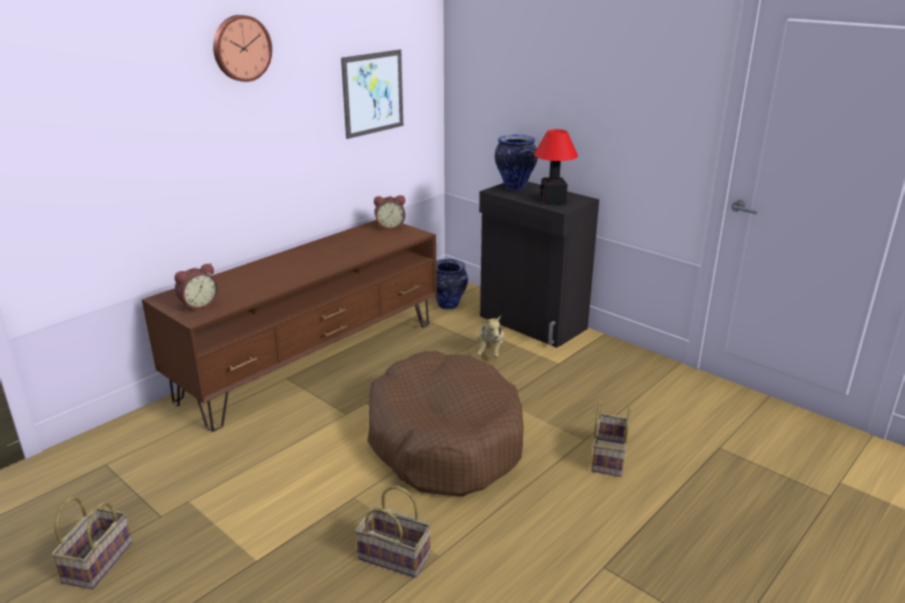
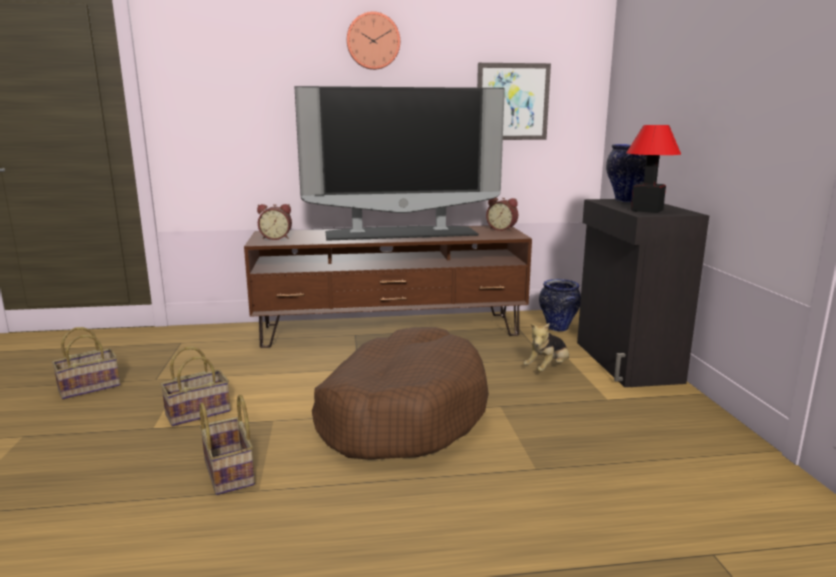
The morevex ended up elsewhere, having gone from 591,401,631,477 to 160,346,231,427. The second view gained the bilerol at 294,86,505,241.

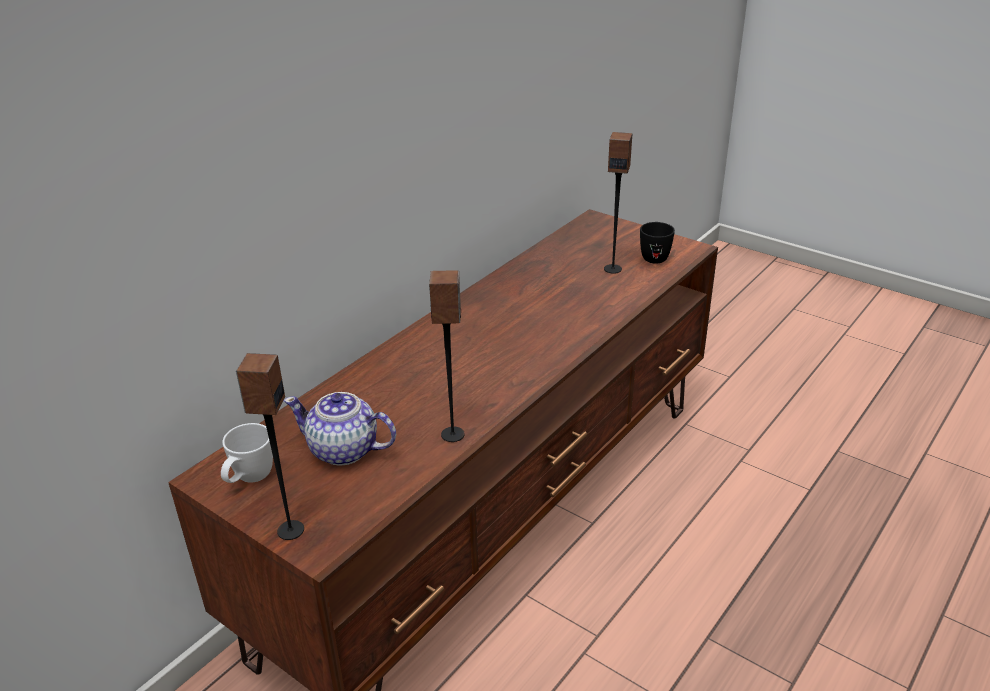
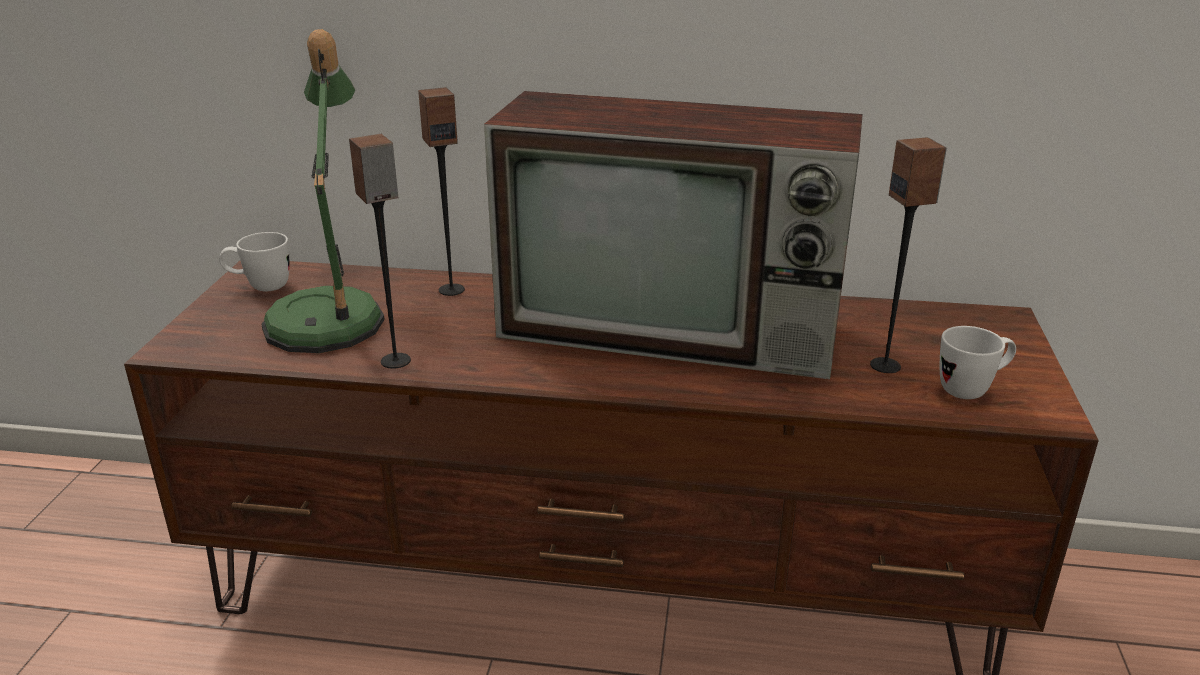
What was the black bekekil at 640,222,675,264 turned into the white bekekil at 940,326,1016,399. The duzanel ended up elsewhere, having gone from 236,353,304,540 to 418,87,465,296. Where the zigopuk stood at 284,392,396,466, the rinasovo came to stand at 261,29,385,353. The second view gained the bilerol at 484,91,863,379.

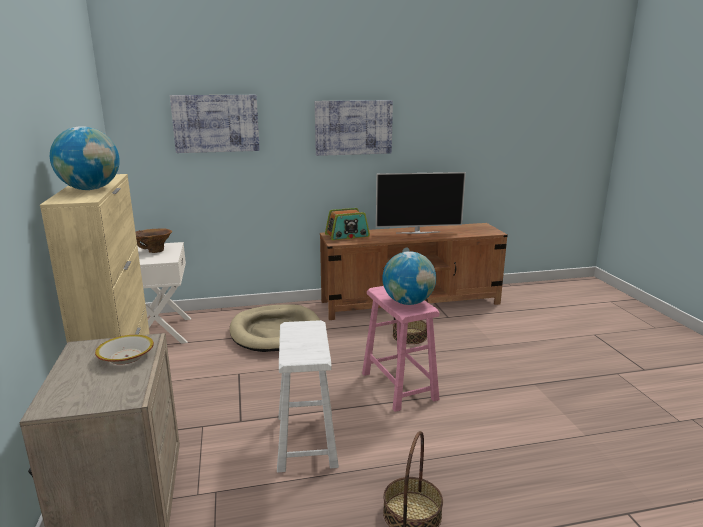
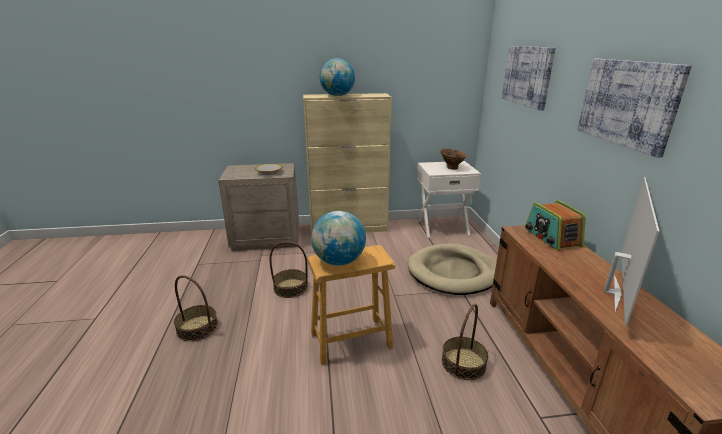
The bilerol at 376,172,466,234 ended up facing another way, 150 degrees counterclockwise from before. What was the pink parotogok at 362,286,440,412 turned into the brown parotogok at 307,245,395,365. Where the white parotogok stood at 277,320,339,472, the morevex came to stand at 269,242,308,298.

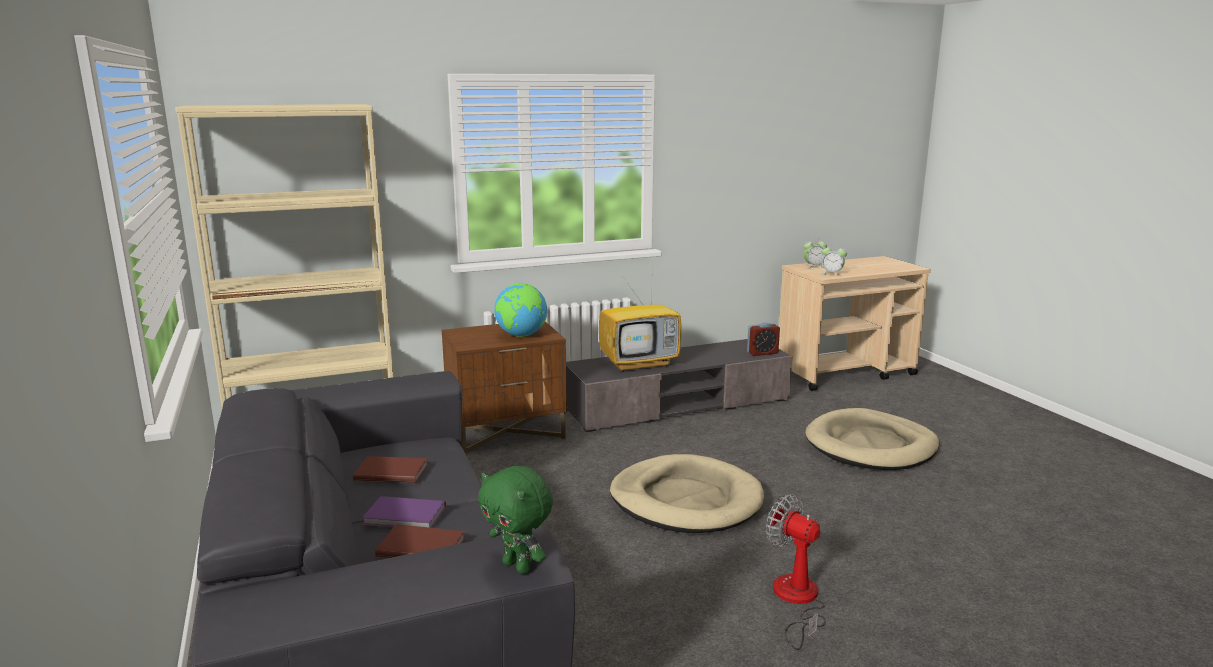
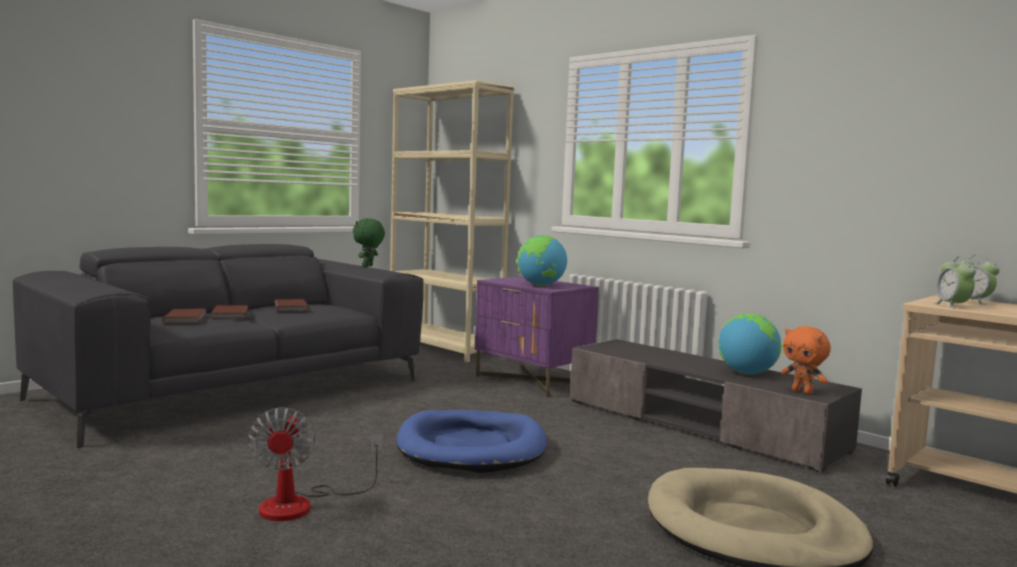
The second view lost the bilerol at 599,281,681,372. What was the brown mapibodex at 442,322,567,454 turned into the purple mapibodex at 475,276,599,397. Where the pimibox stood at 747,322,780,356, the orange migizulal came to stand at 781,326,831,394. What was the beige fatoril at 610,454,764,533 turned into the blue fatoril at 396,410,547,473. The green migizulal ended up elsewhere, having gone from 478,466,553,574 to 353,218,385,267. The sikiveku at 766,494,826,650 ended up facing another way, 150 degrees clockwise from before. What was the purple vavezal at 362,496,446,528 turned into the brown vavezal at 211,305,248,319. The second view gained the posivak at 719,314,782,375.

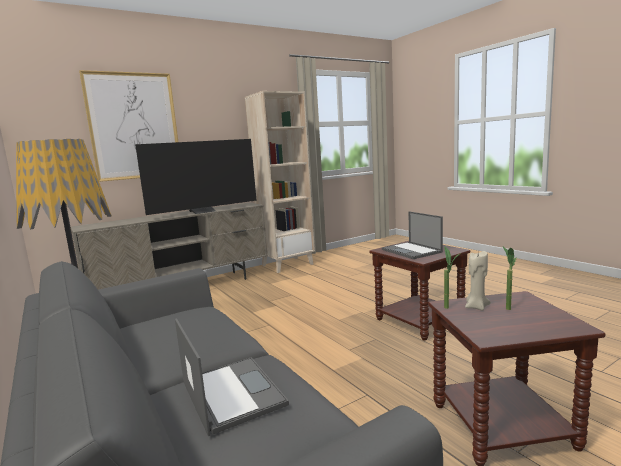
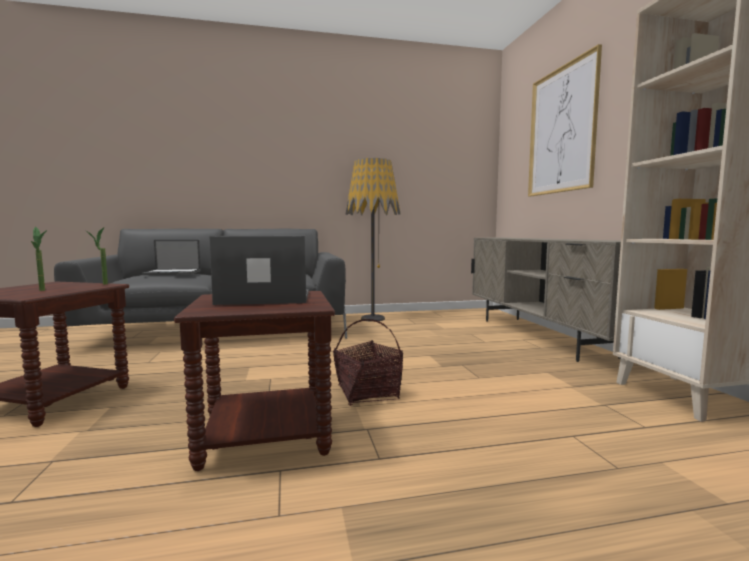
The second view lost the bilerol at 135,139,257,215. The second view lost the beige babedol at 465,251,491,311. The second view gained the morevex at 333,319,403,406.

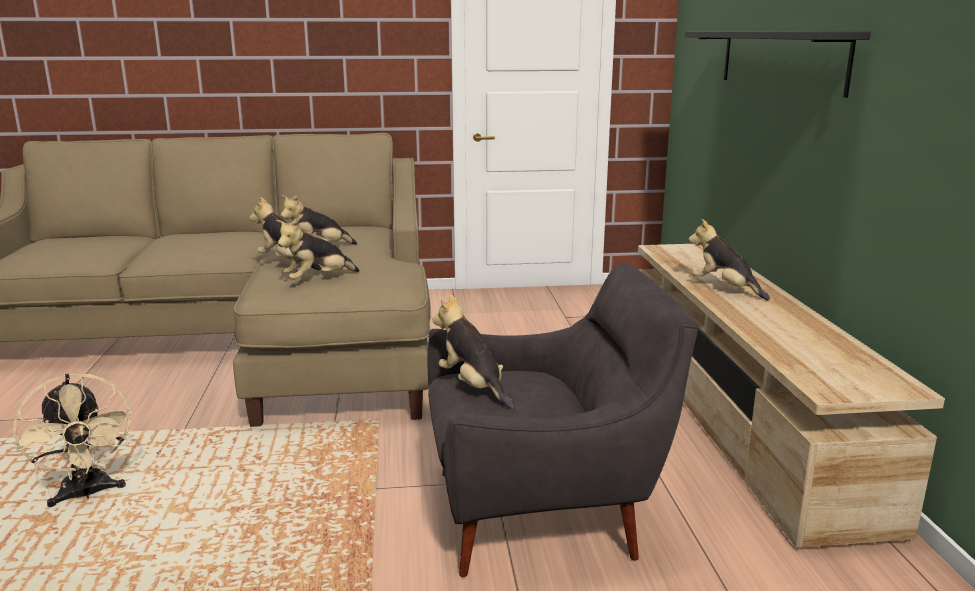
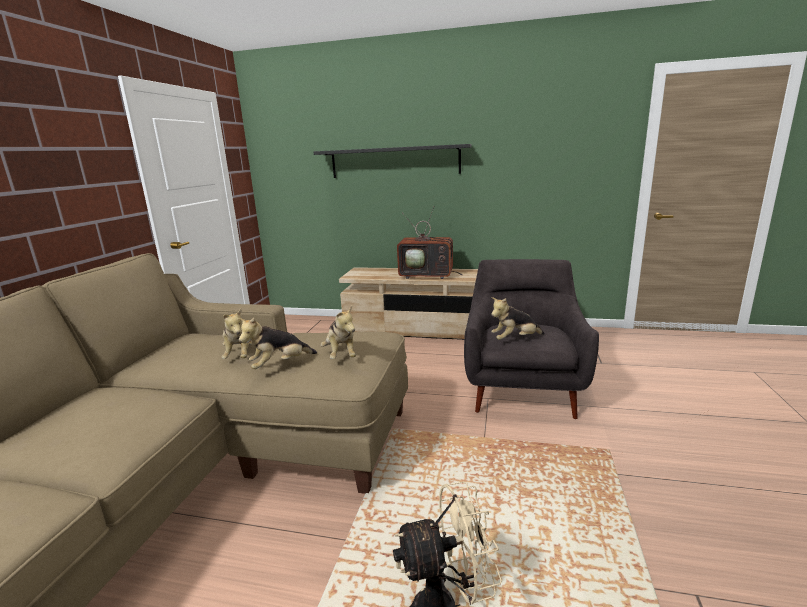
Where the migizulal stood at 689,219,770,300, the bilerol came to stand at 397,207,463,279.

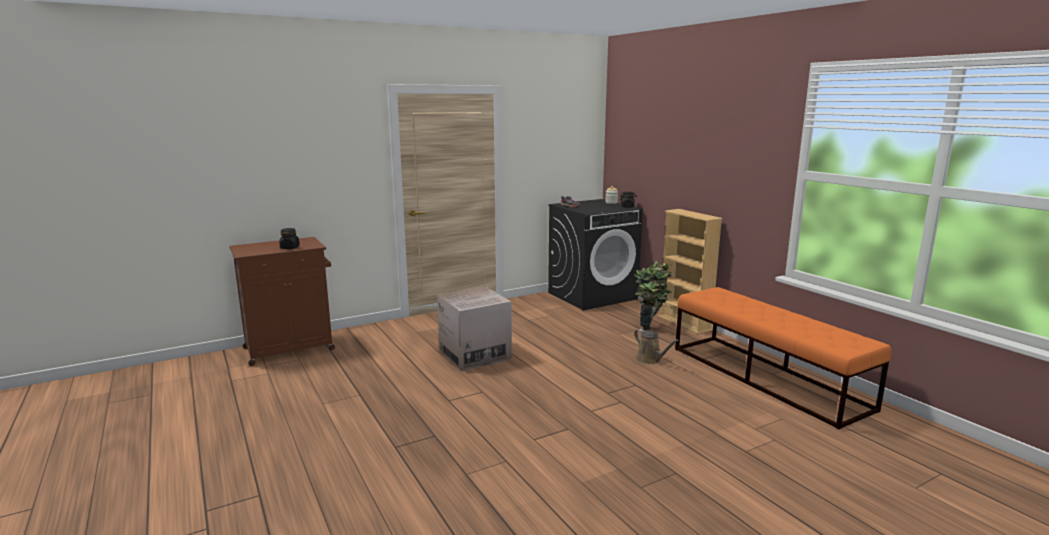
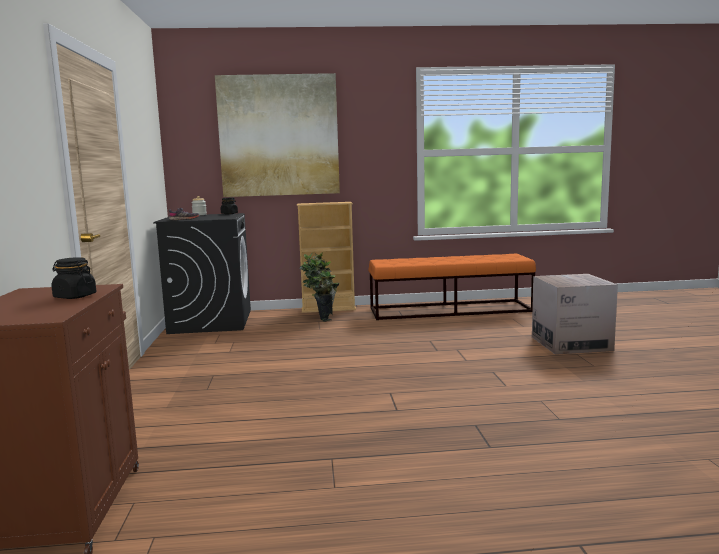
The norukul ended up elsewhere, having gone from 437,287,512,371 to 532,274,618,355. The second view lost the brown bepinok at 634,329,679,364. The second view gained the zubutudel at 215,73,340,197.

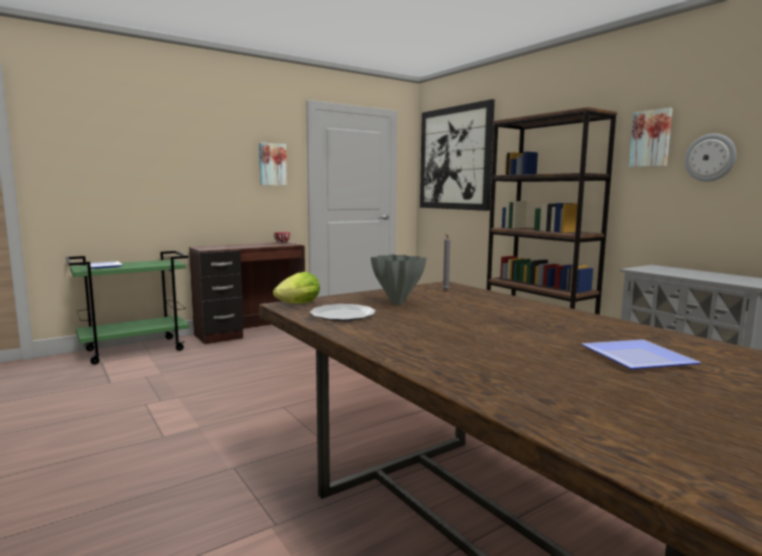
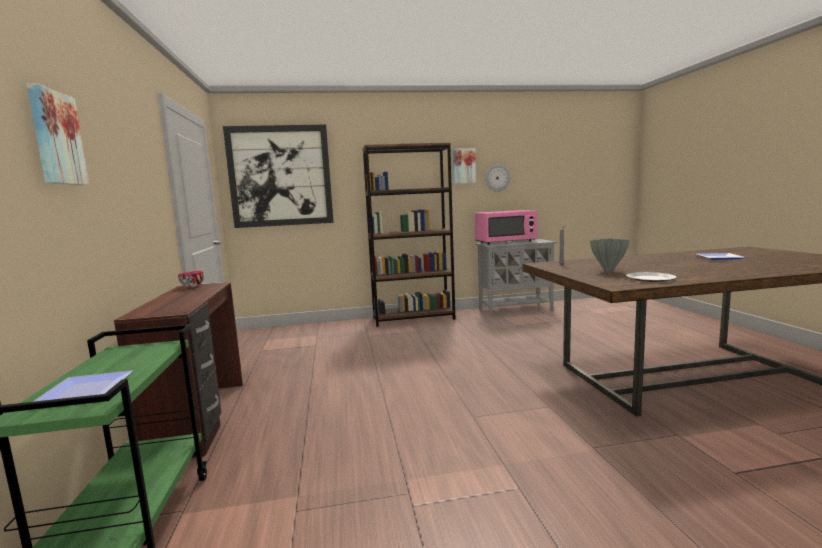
The zubutudel ended up elsewhere, having gone from 259,142,287,185 to 27,83,89,185. The second view lost the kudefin at 273,272,320,304. The second view gained the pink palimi at 475,210,537,245.

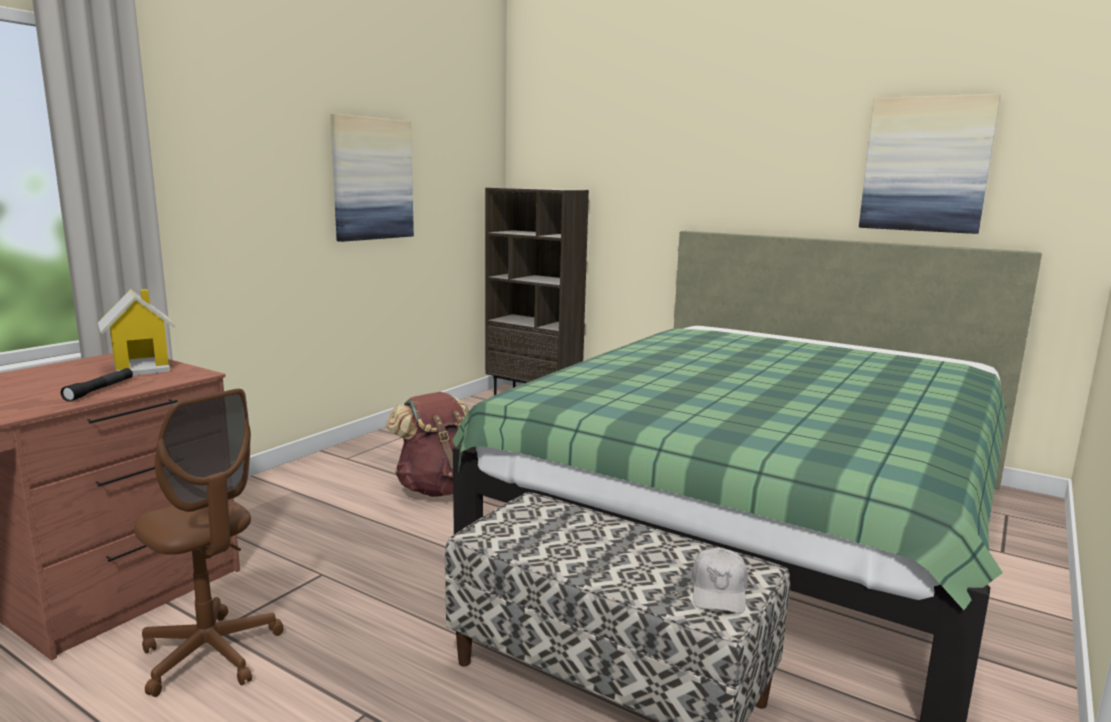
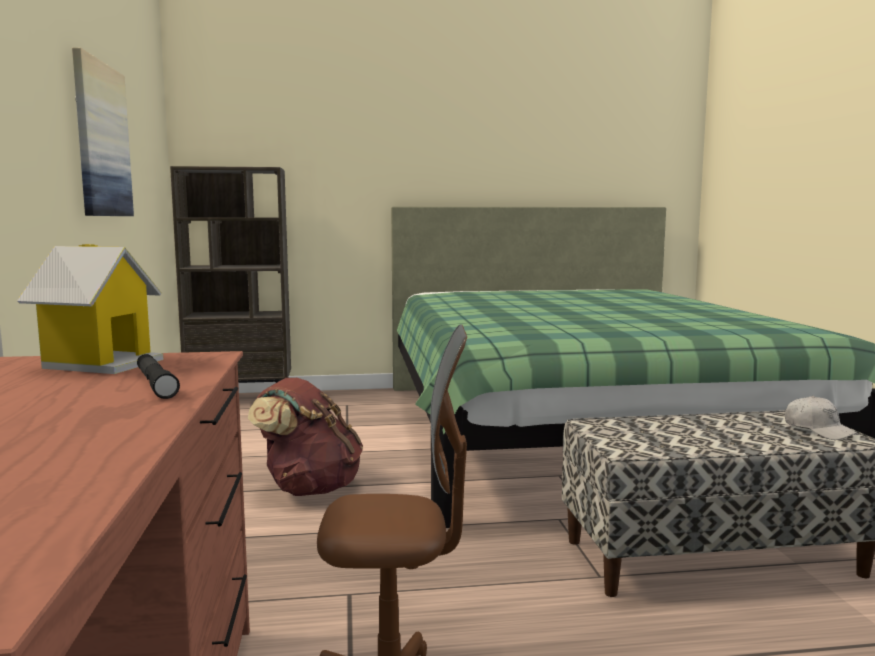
The second view lost the zubutudel at 859,94,1001,234.

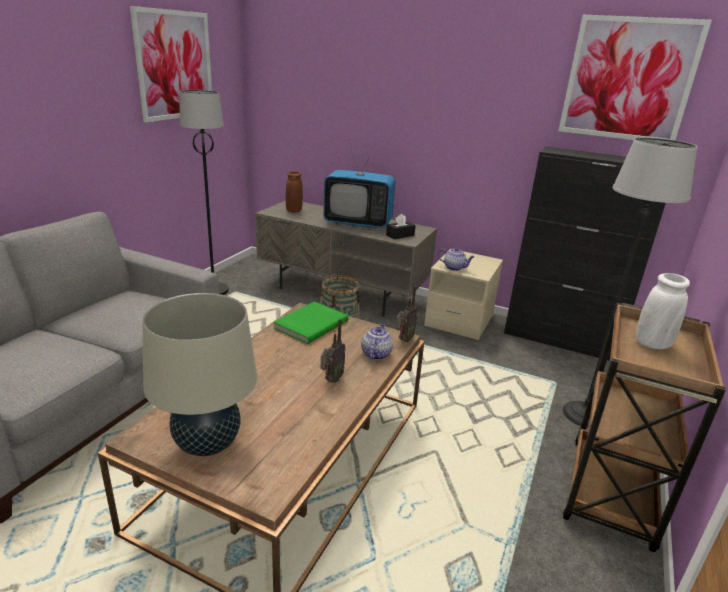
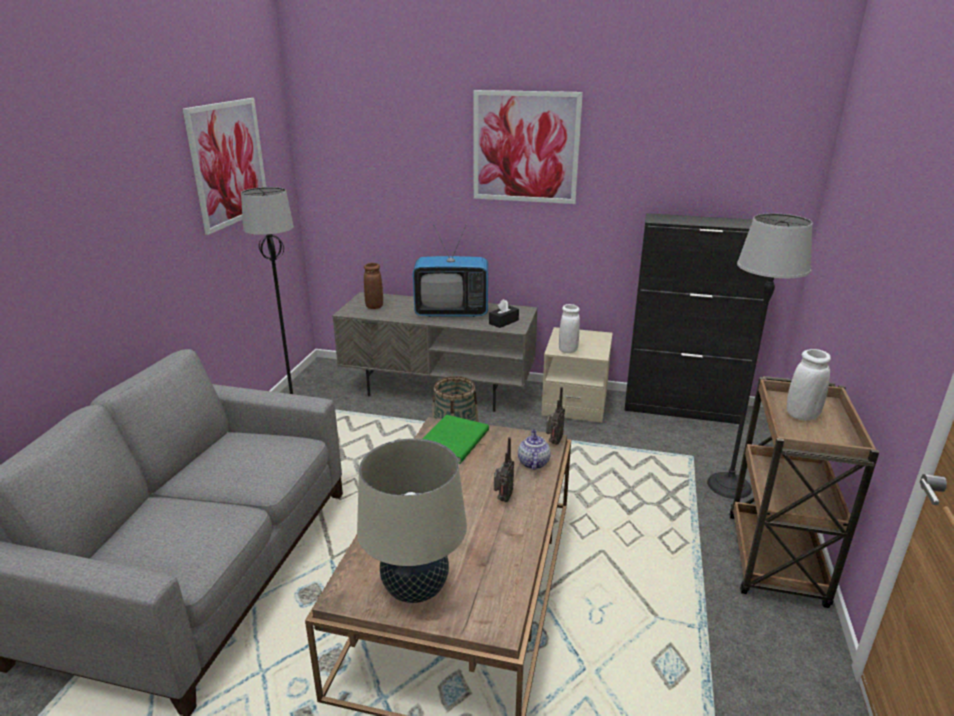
The zubutudel ended up elsewhere, having gone from 558,15,712,140 to 473,90,583,204. Where the zigopuk stood at 438,247,474,271, the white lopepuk came to stand at 559,304,580,353.

